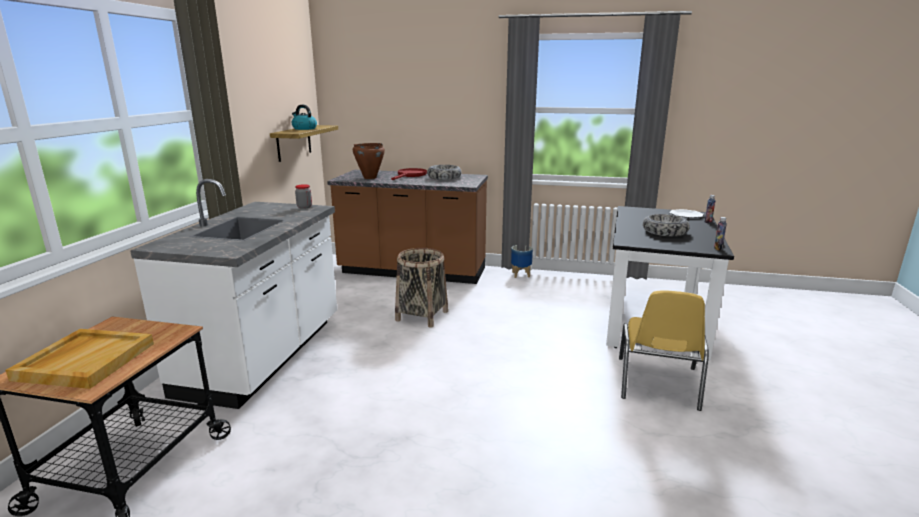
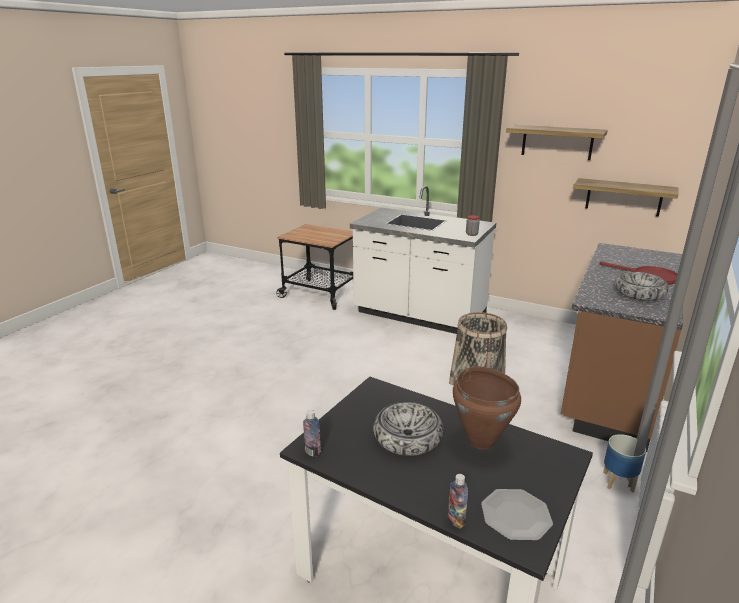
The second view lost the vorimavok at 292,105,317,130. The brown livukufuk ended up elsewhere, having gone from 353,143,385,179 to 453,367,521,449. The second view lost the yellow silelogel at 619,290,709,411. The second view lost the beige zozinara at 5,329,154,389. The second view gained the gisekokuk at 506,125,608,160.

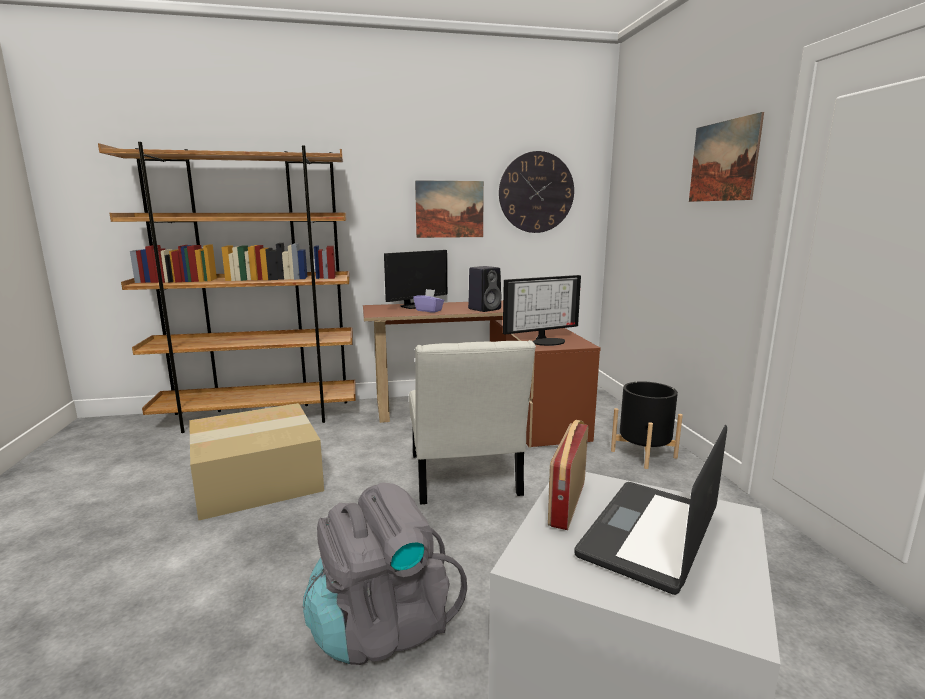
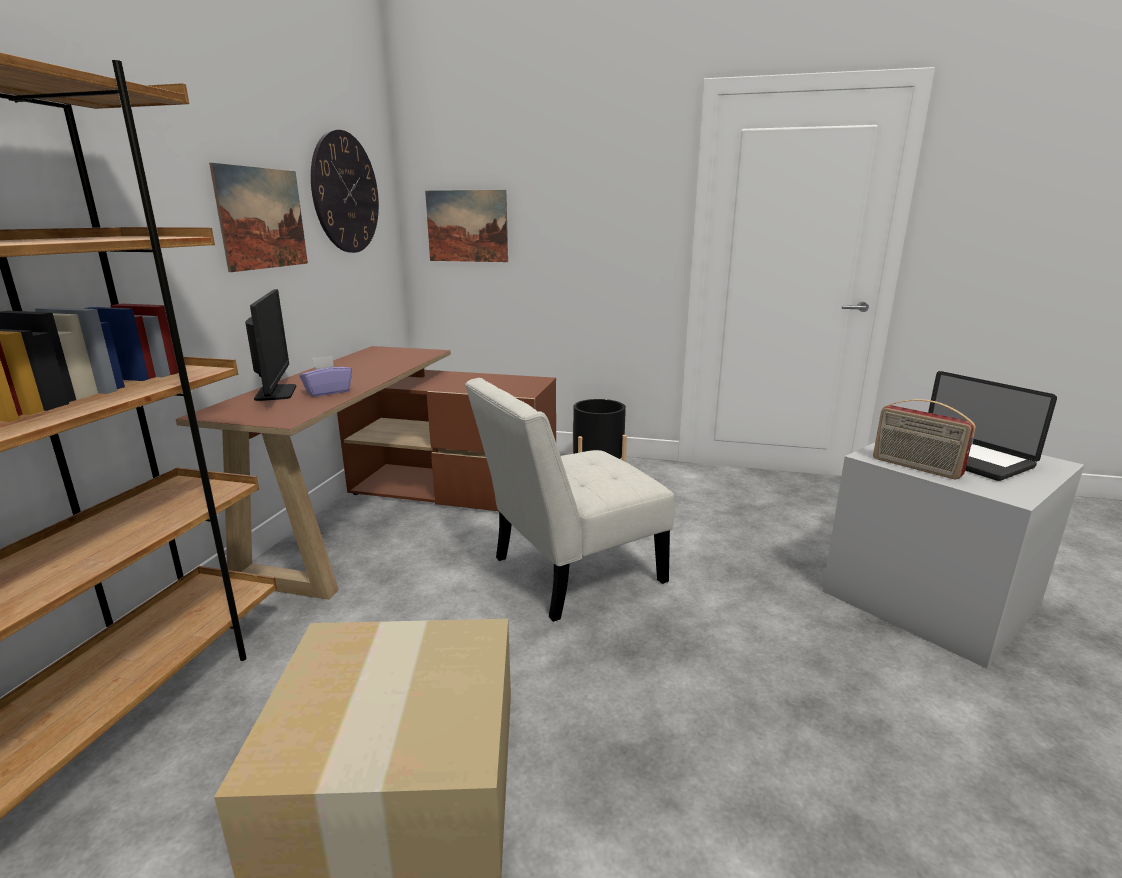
The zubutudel ended up elsewhere, having gone from 689,112,764,202 to 425,190,508,262. The second view lost the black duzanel at 468,266,502,312. The second view lost the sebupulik at 503,275,581,346. The white silelogel at 409,340,536,505 ended up facing another way, 135 degrees clockwise from before. The second view lost the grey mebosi at 303,482,467,665.

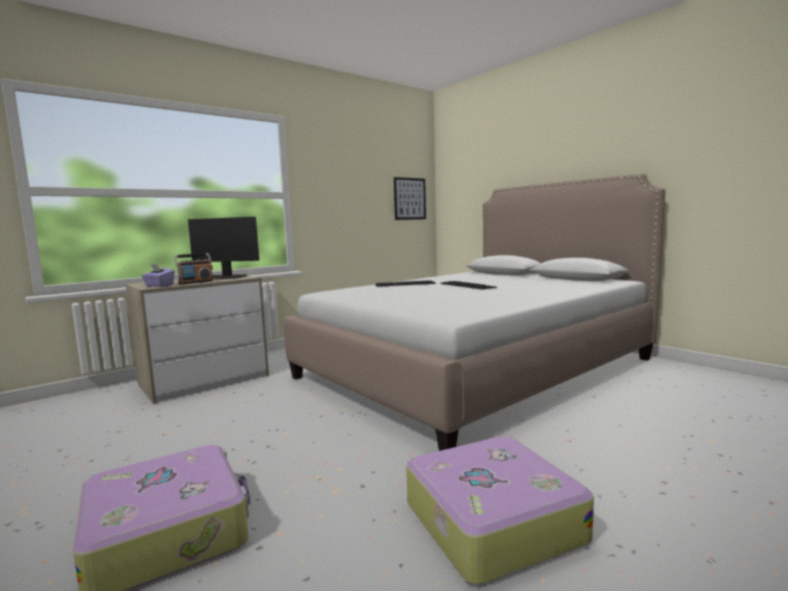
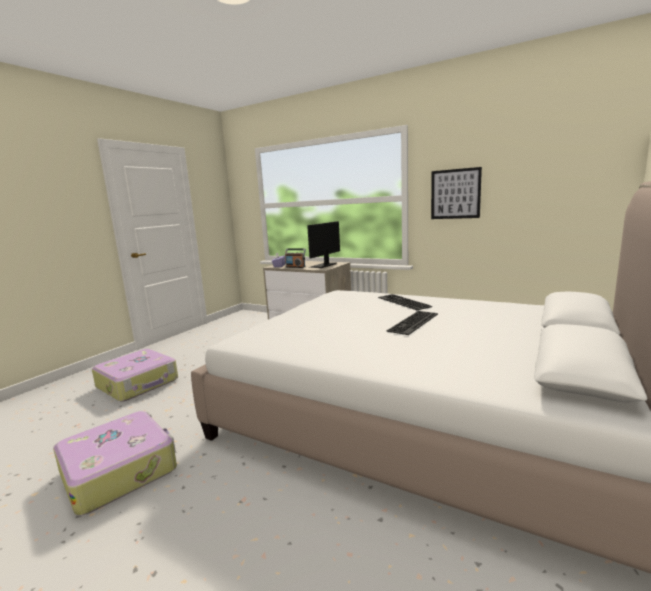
The zubutudel ended up elsewhere, having gone from 394,177,426,220 to 431,167,482,219. The sebupulik at 188,217,259,279 ended up facing another way, 45 degrees clockwise from before.

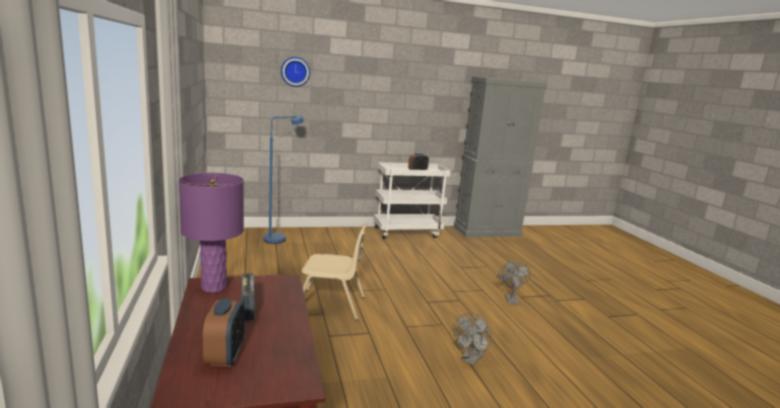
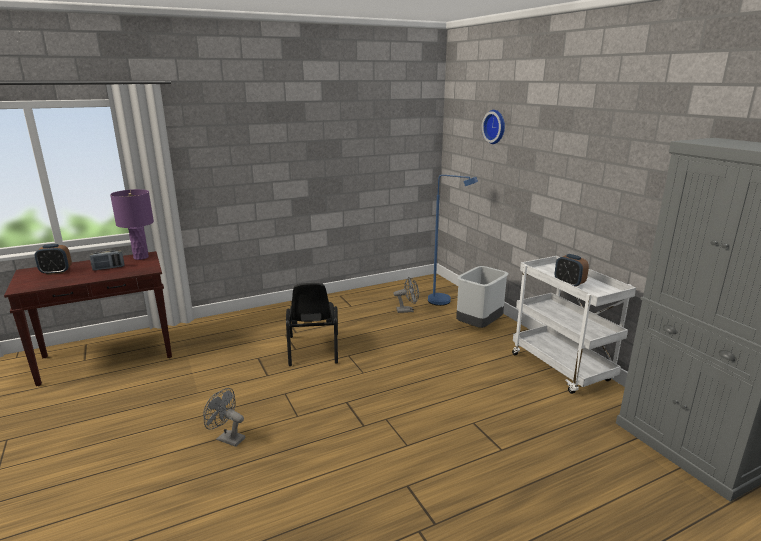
What was the beige silelogel at 301,222,367,320 turned into the black silelogel at 286,283,338,366. The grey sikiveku ended up elsewhere, having gone from 498,261,530,305 to 393,277,419,313. The second view gained the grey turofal at 456,266,508,328.

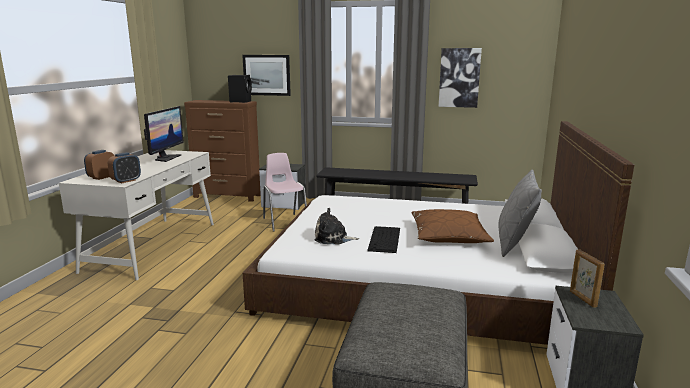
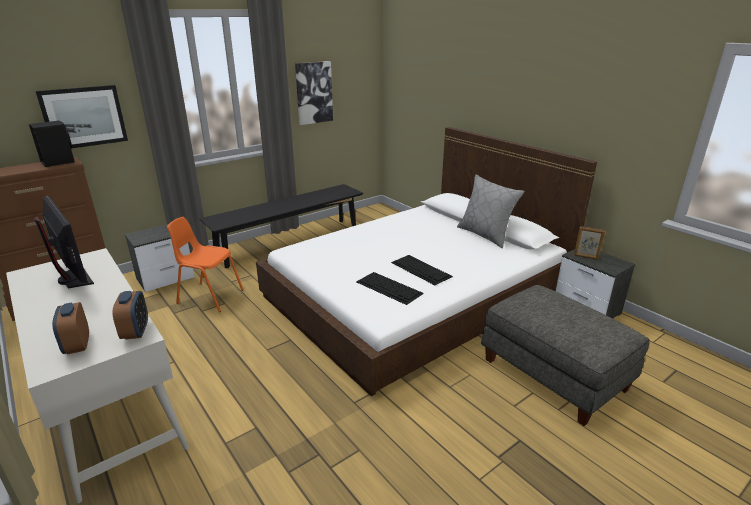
What was the pink silelogel at 263,153,307,232 turned into the orange silelogel at 167,217,244,312. Where the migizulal stood at 315,208,359,245, the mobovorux came to stand at 356,272,424,305. The second view lost the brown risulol at 412,209,494,243.

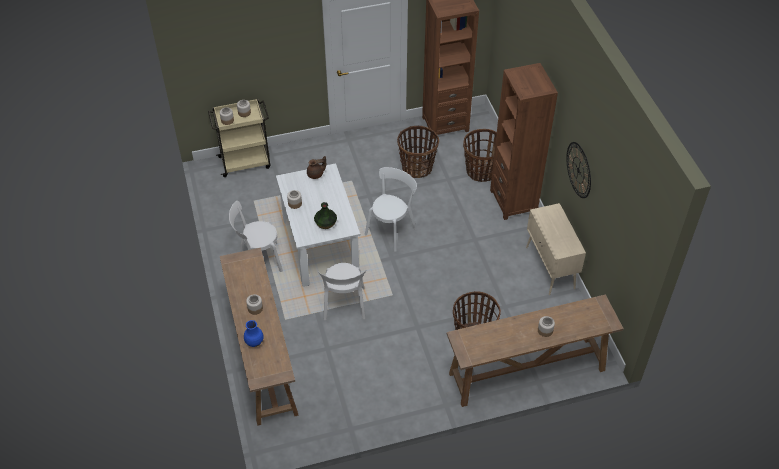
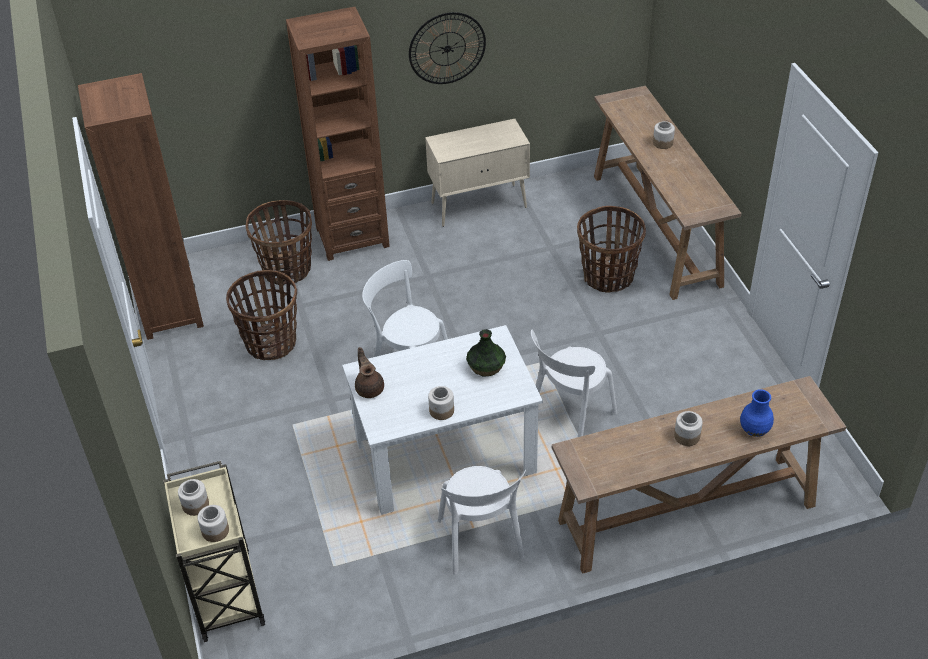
The white silelogel at 318,263,366,320 ended up facing another way, 135 degrees clockwise from before.

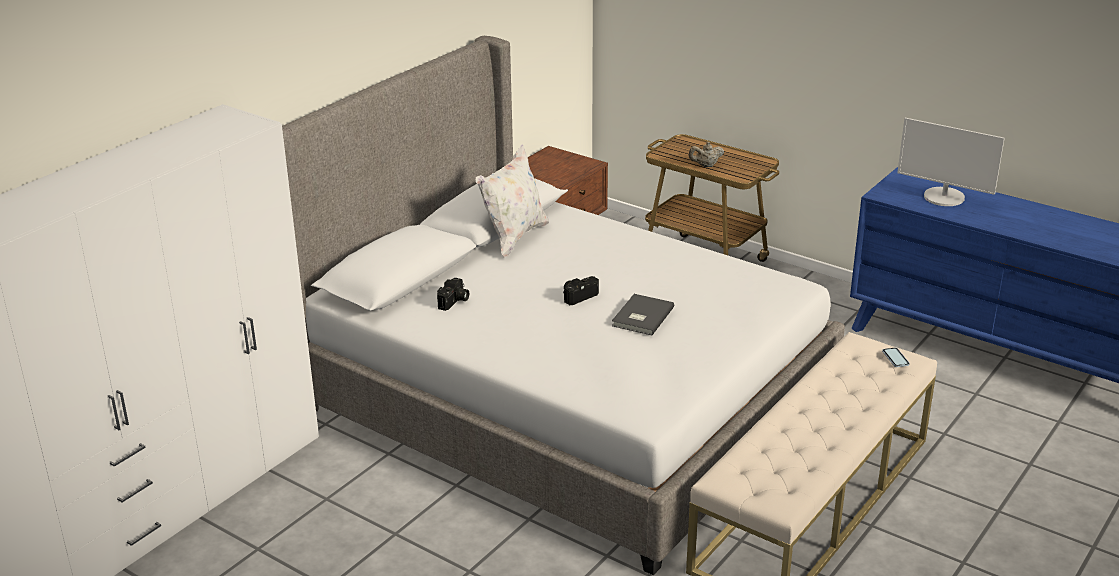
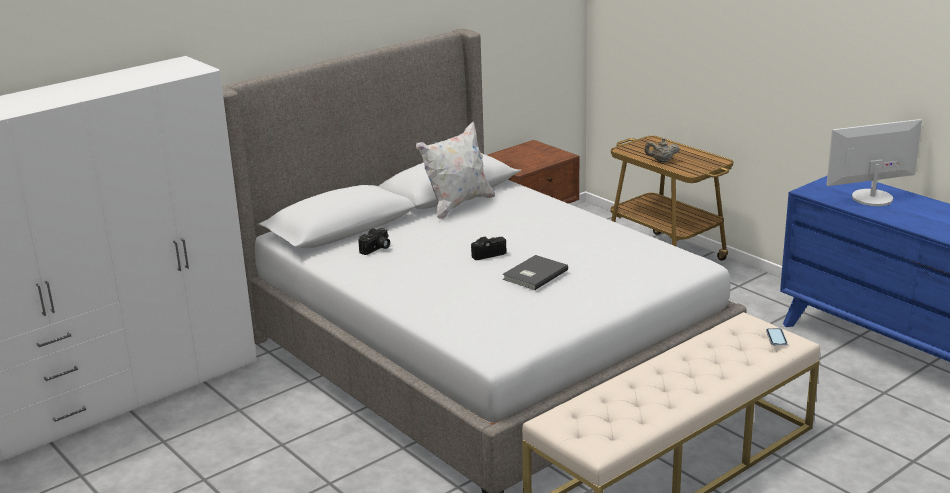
The sebupulik at 897,118,1005,206 ended up facing another way, 120 degrees clockwise from before.

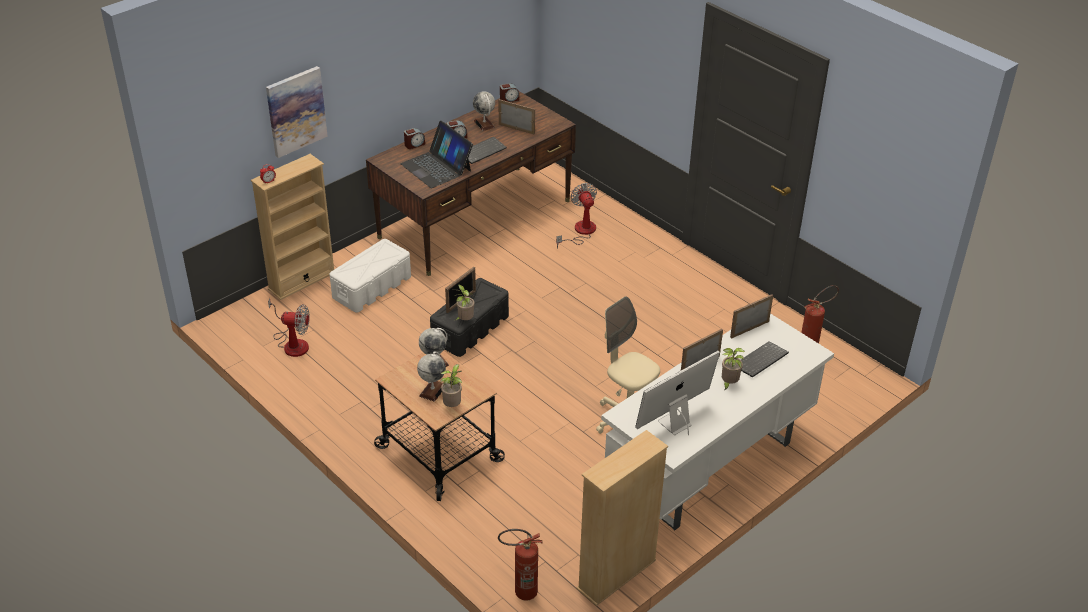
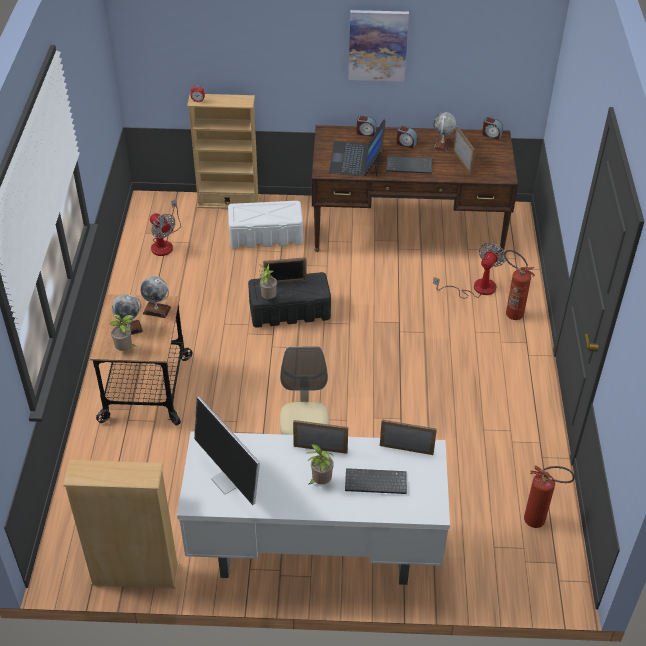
The zubutudel ended up elsewhere, having gone from 266,66,328,158 to 349,10,409,81. The sebupulik at 635,350,720,435 ended up facing another way, 135 degrees counterclockwise from before. The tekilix ended up elsewhere, having gone from 498,529,543,600 to 504,250,535,320.

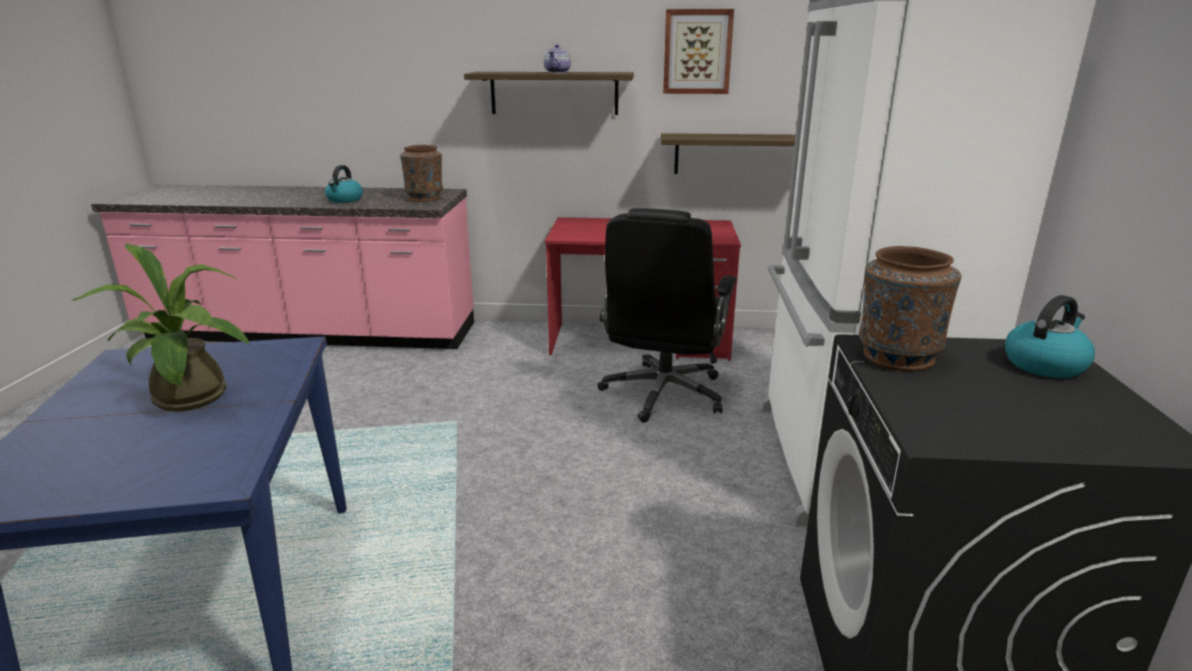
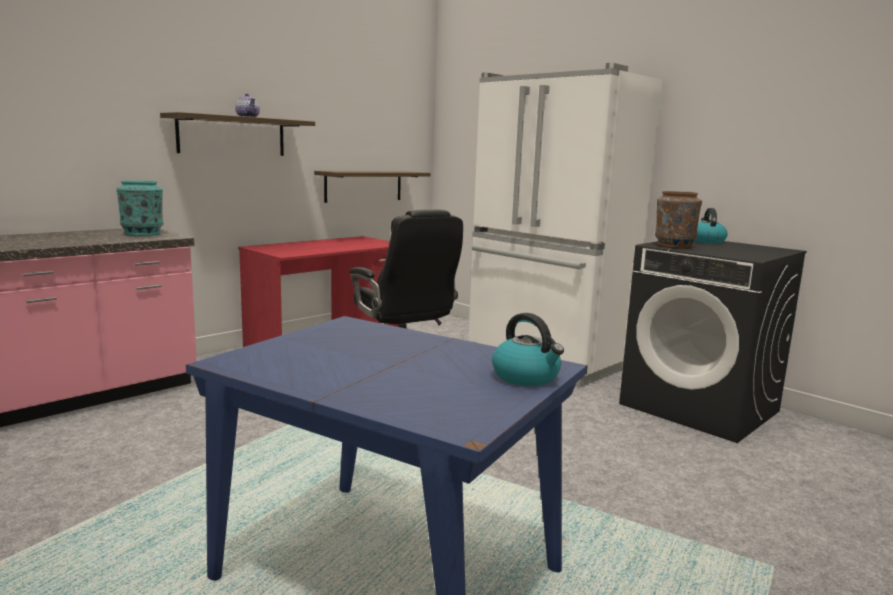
The second view lost the zubutudel at 663,9,734,94. What was the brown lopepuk at 400,145,443,202 turned into the turquoise lopepuk at 117,180,164,236. The vorimavok ended up elsewhere, having gone from 325,165,363,203 to 492,313,564,386. The second view lost the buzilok at 73,243,249,412.

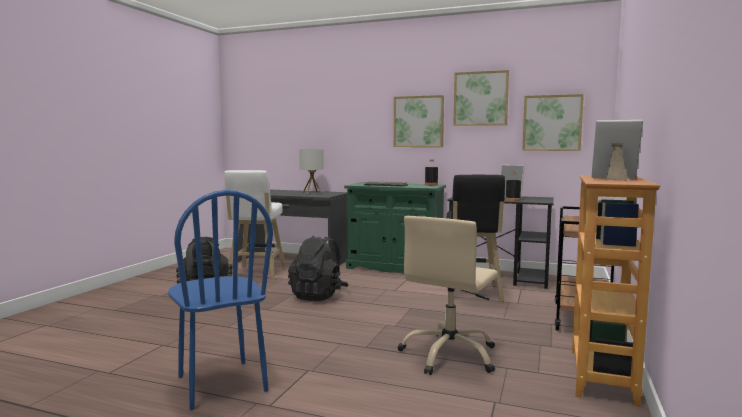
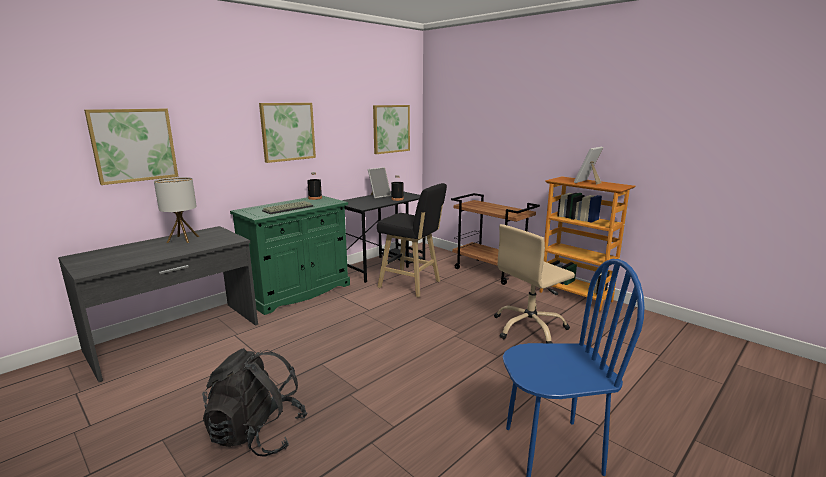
The zubutudel ended up elsewhere, having gone from 453,70,509,126 to 84,109,178,185. The second view lost the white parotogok at 224,170,286,280. The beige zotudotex at 397,216,498,375 ended up facing another way, 90 degrees clockwise from before. The second view lost the black mebosi at 288,236,348,301.

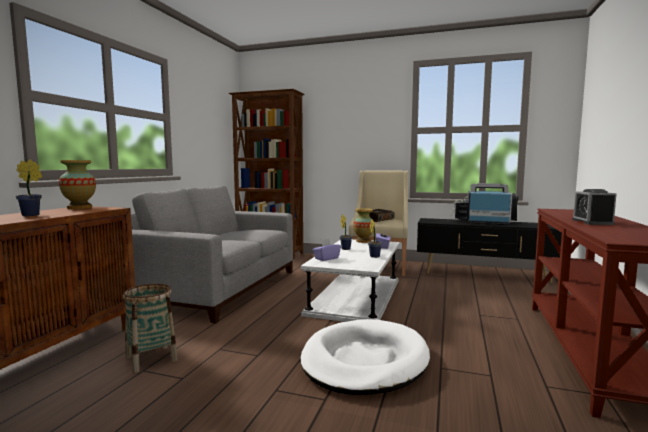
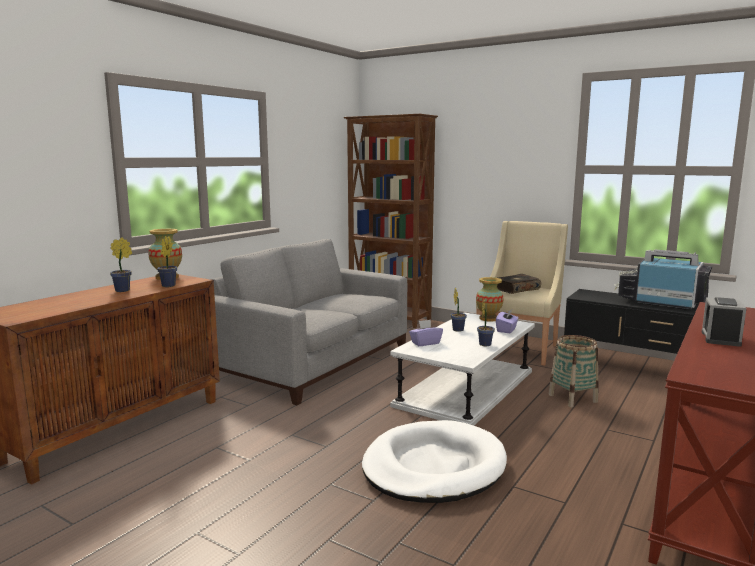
The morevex ended up elsewhere, having gone from 123,284,178,373 to 548,335,598,408. The second view gained the buzilok at 157,236,177,287.

